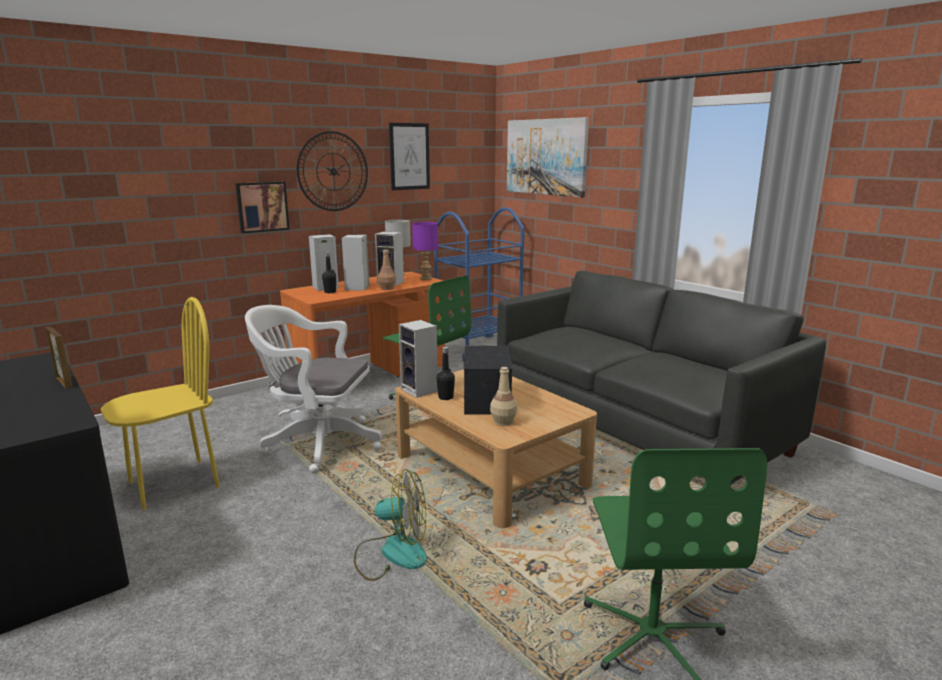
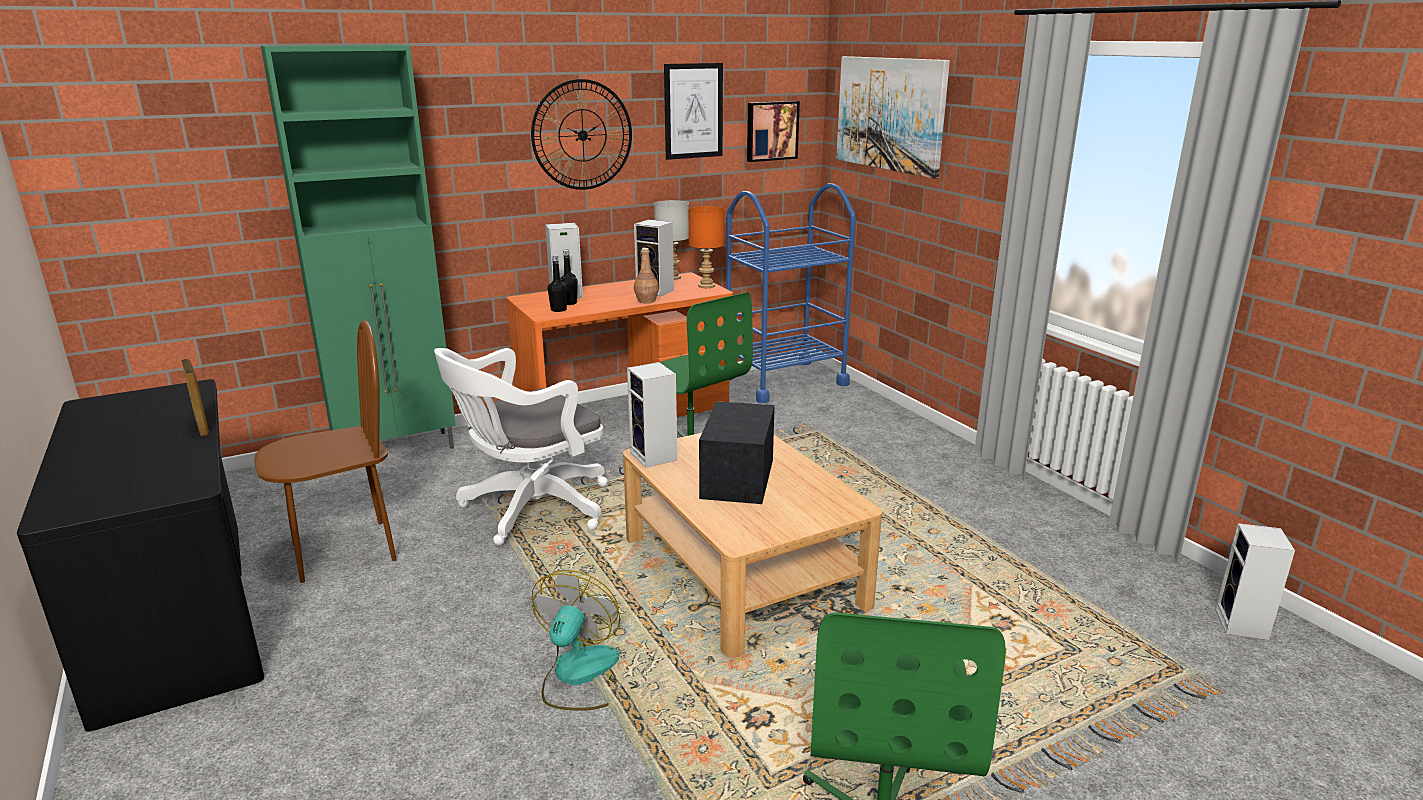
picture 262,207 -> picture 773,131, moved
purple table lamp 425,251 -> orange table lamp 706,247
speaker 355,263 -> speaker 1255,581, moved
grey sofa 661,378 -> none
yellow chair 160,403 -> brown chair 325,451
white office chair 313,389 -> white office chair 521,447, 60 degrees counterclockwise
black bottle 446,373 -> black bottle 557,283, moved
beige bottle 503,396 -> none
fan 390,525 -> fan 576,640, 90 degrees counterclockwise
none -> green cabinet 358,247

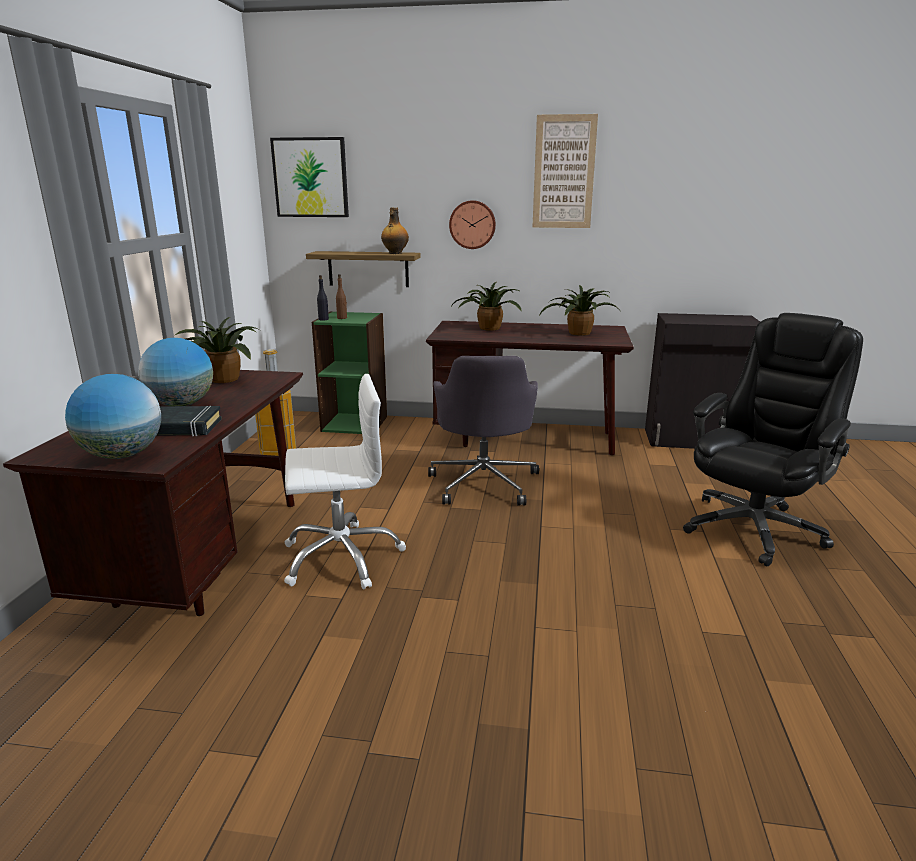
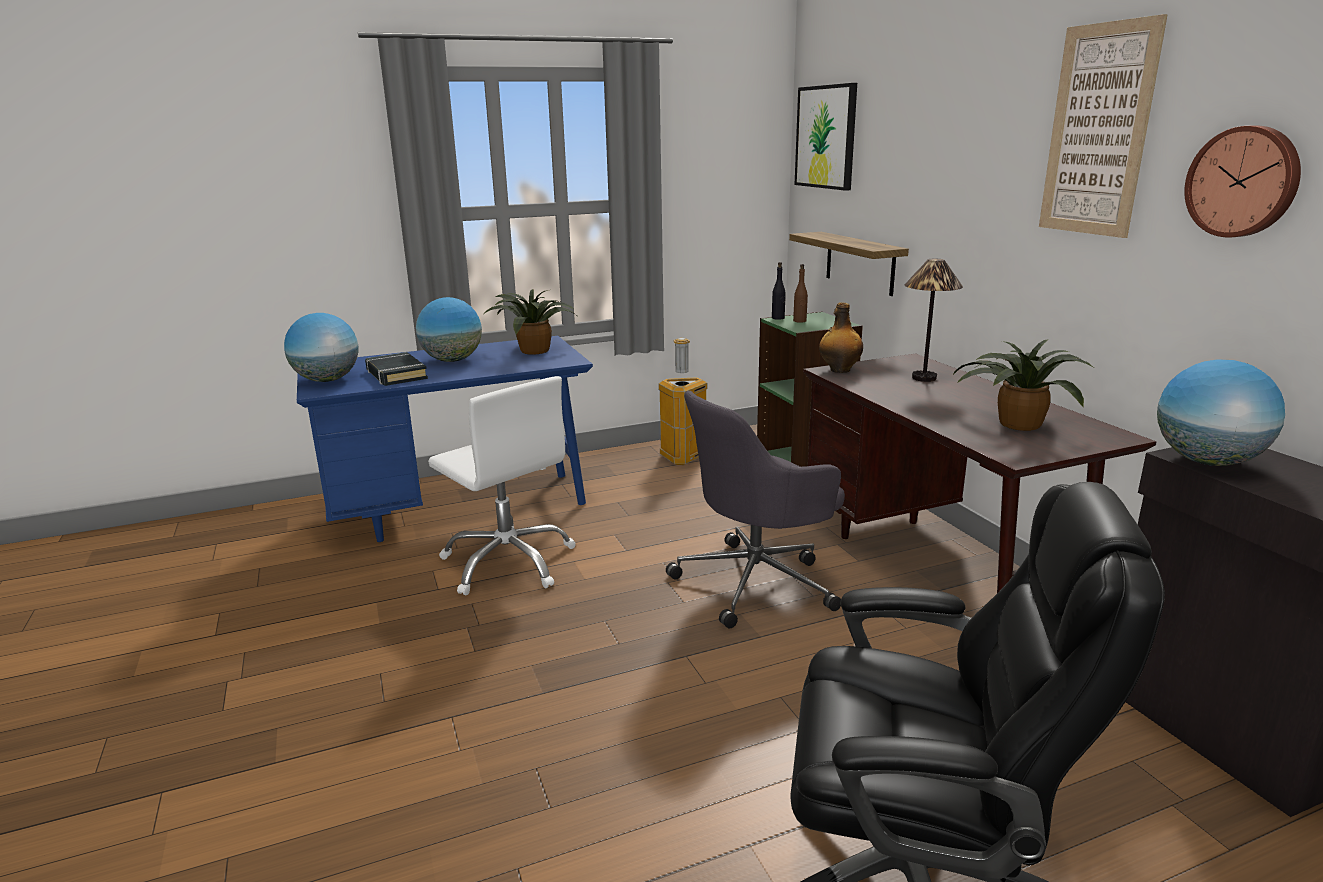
wall clock 472,224 -> wall clock 1242,181, moved
bottle 395,230 -> bottle 841,337, moved
potted plant 487,306 -> table lamp 933,320
brown desk 153,493 -> blue desk 445,439
none -> globe 1221,412

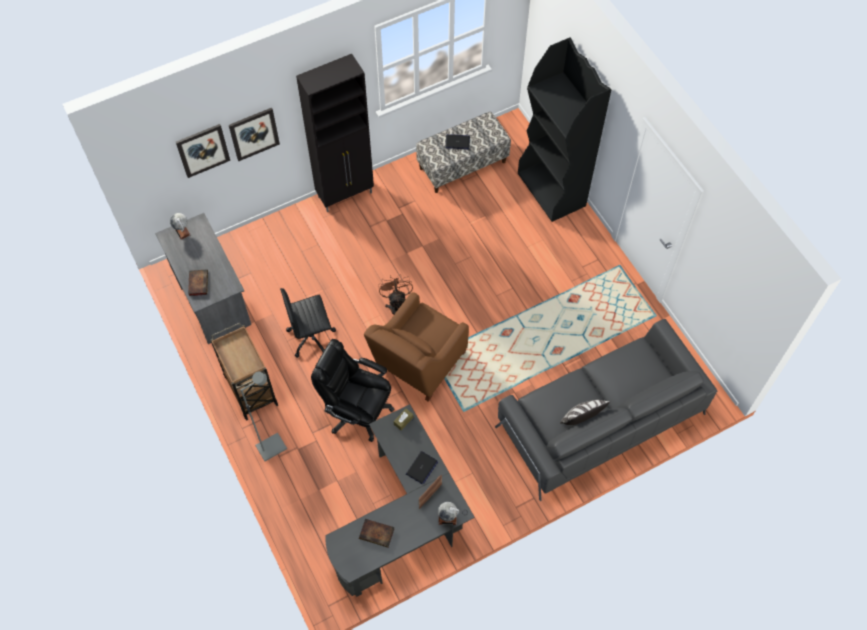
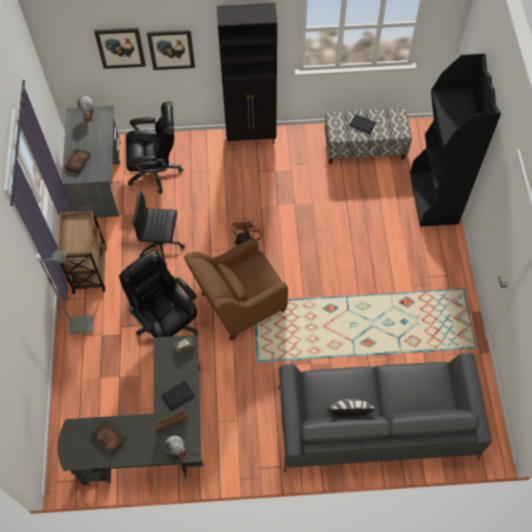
none -> black office chair 154,147

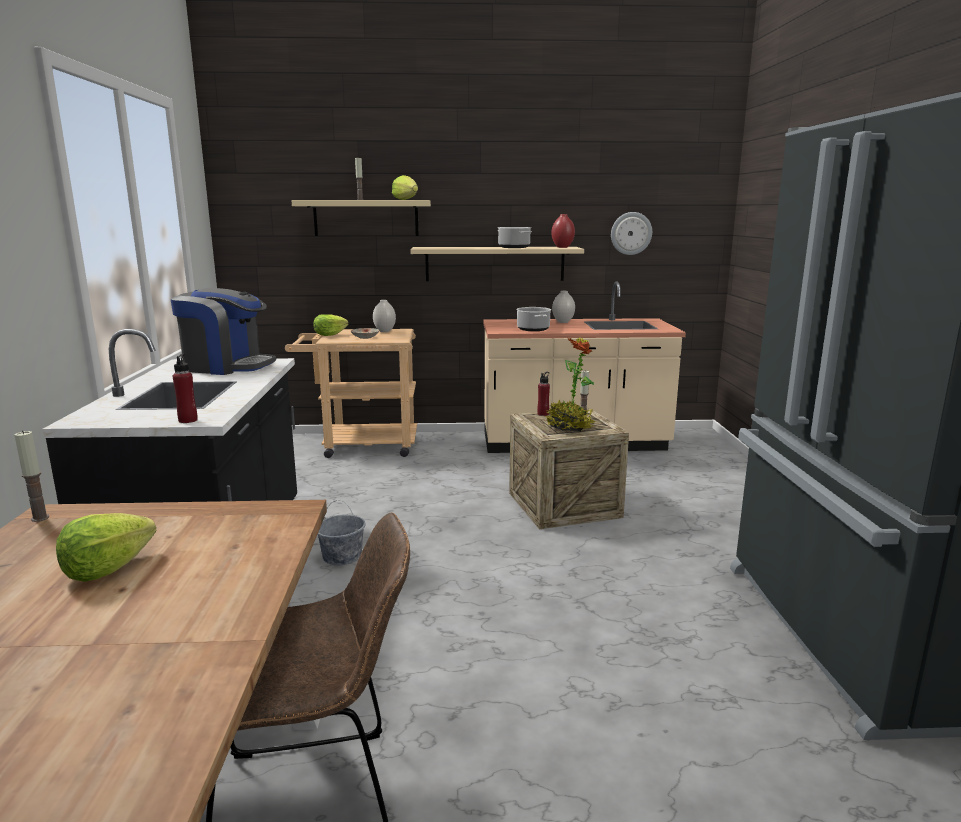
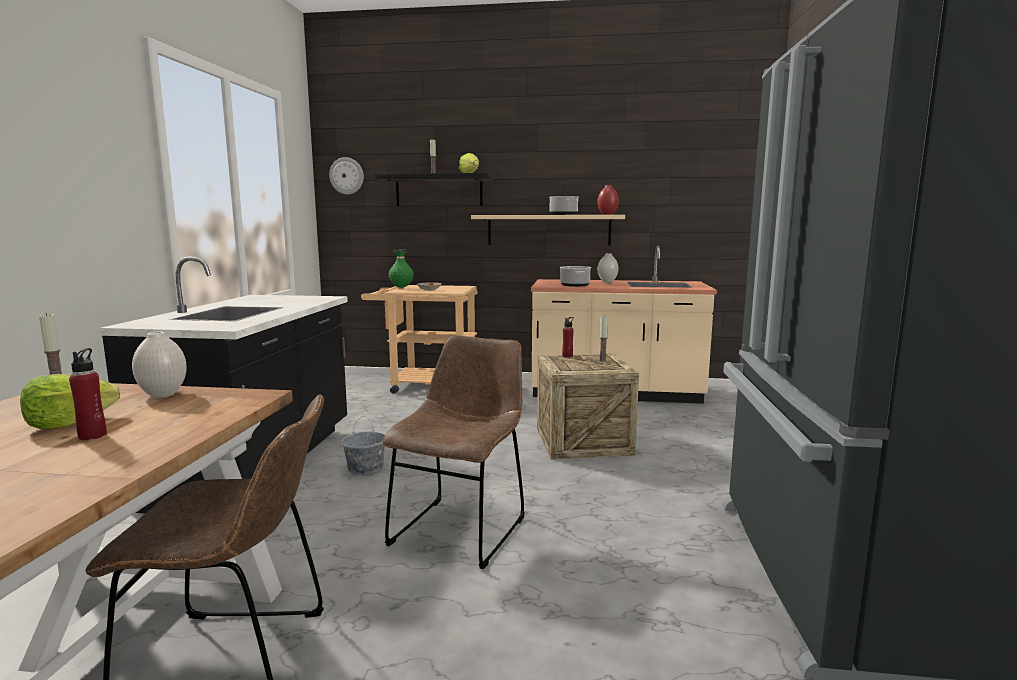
beige shelf 361,218 -> black shelf 433,189
wall clock 631,233 -> wall clock 346,176, moved
coffee machine 223,331 -> none
white vase 384,316 -> white vase 159,364, moved
lettuce 331,325 -> green vase 401,269
potted plant 570,384 -> none
red bottle 185,388 -> red bottle 88,394, moved
none -> brown chair 453,452

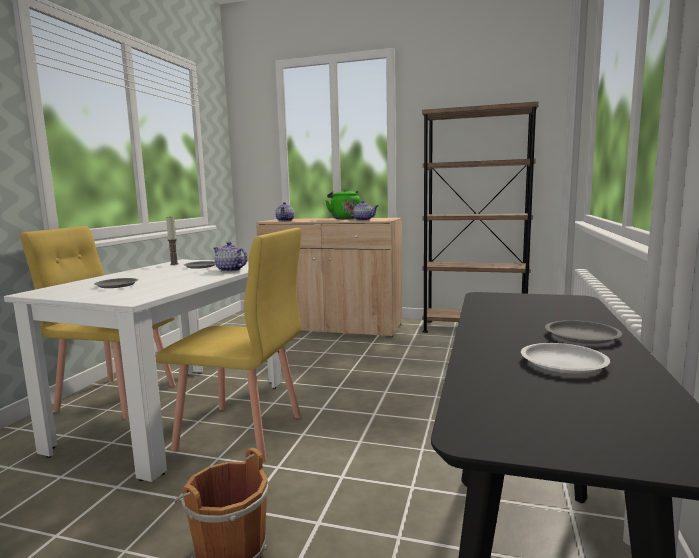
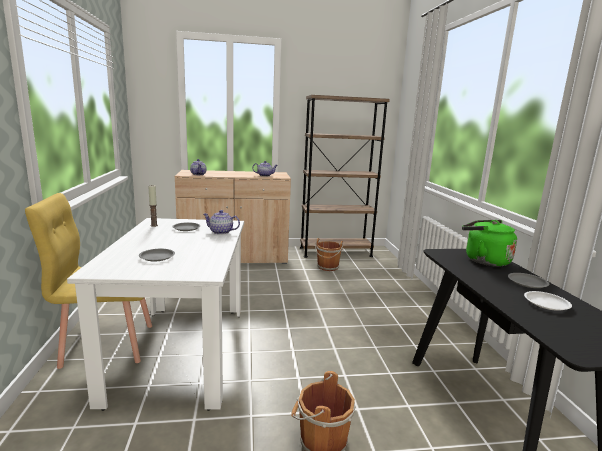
green kettle 343,204 -> green kettle 489,243, moved
yellow chair 228,345 -> none
none -> brown bucket 329,254

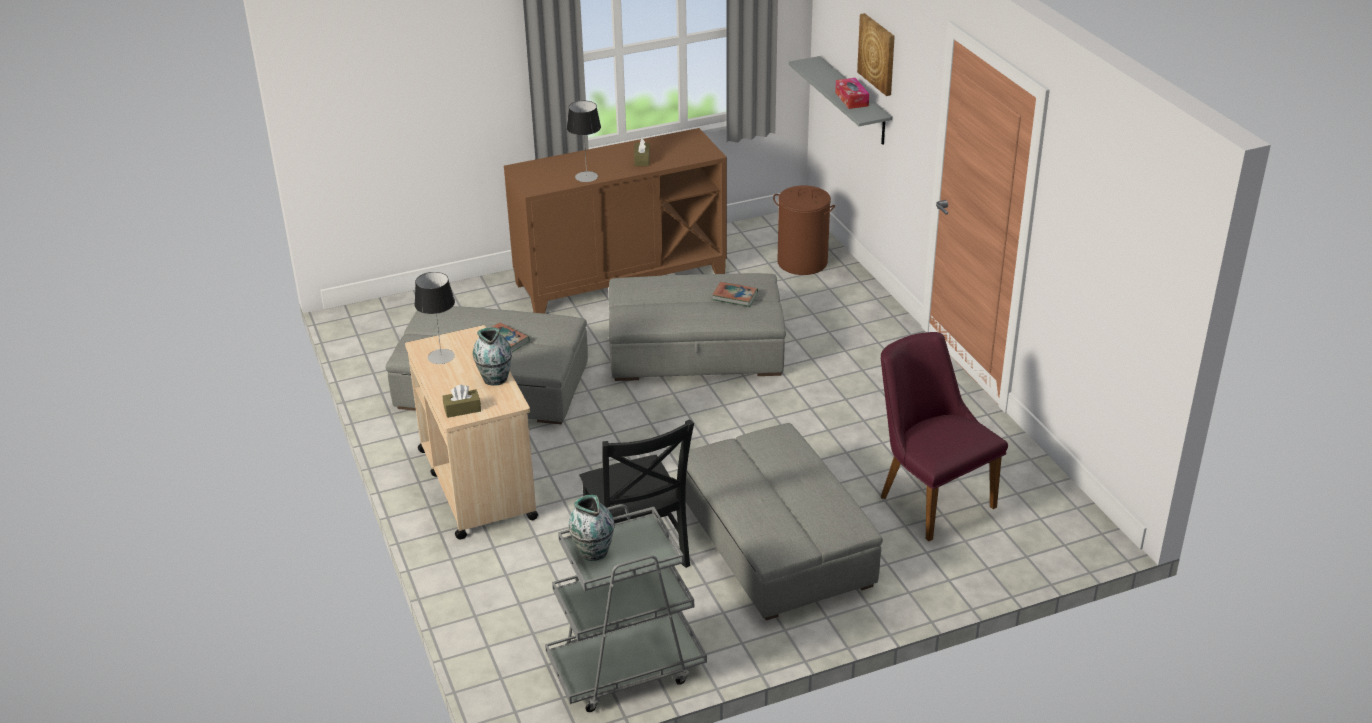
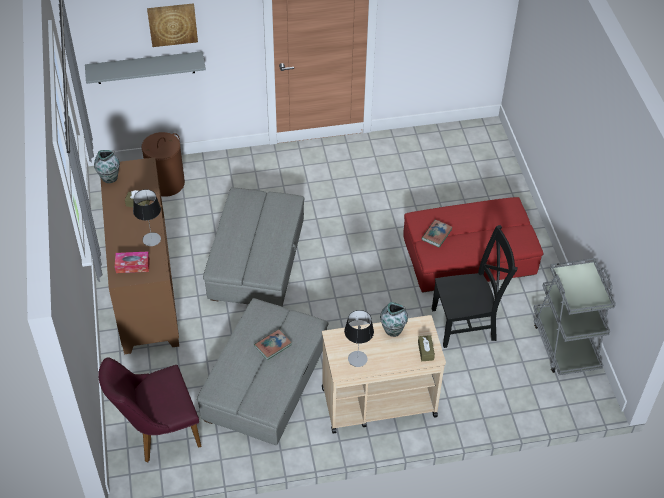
tissue box 852,93 -> tissue box 132,262, moved
book 735,294 -> book 437,234, moved
purple chair 944,436 -> purple chair 150,409, moved
grey ottoman 781,521 -> red ottoman 473,244
vase 591,528 -> vase 107,166, moved

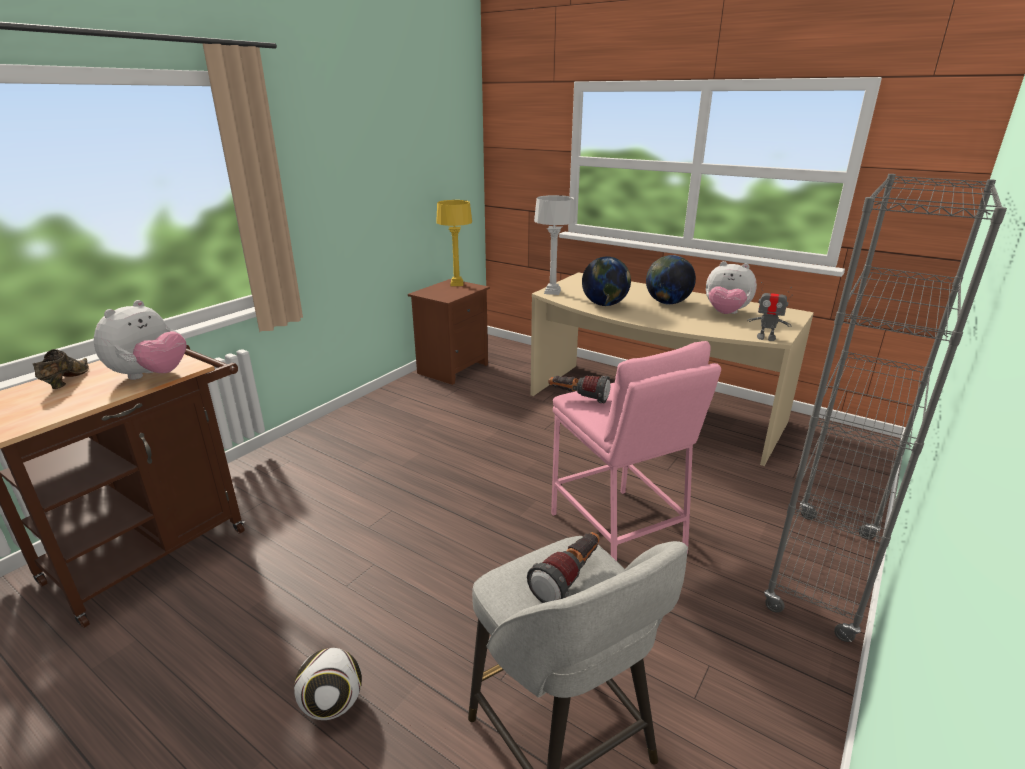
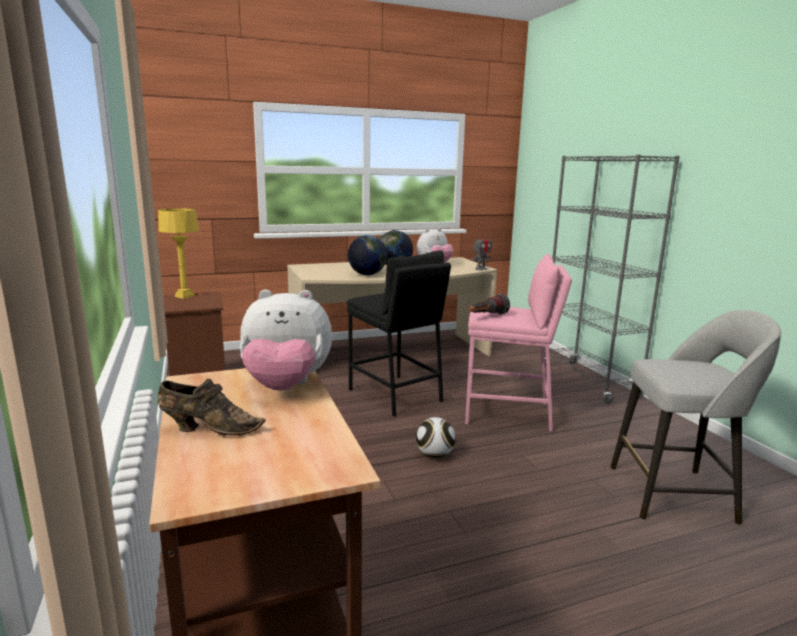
grey table lamp 555,245 -> none
plush toy 140,340 -> plush toy 286,340, 120 degrees clockwise
brown shoe 61,369 -> brown shoe 211,407, 150 degrees clockwise
flashlight 563,567 -> none
football 328,684 -> football 436,437, moved
none -> black stool 399,333

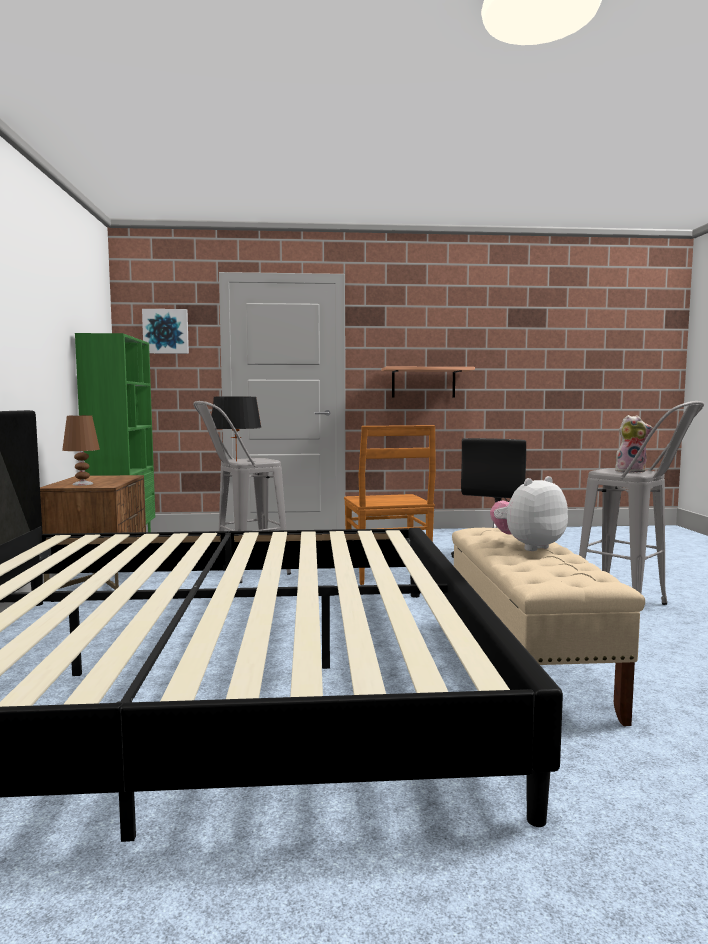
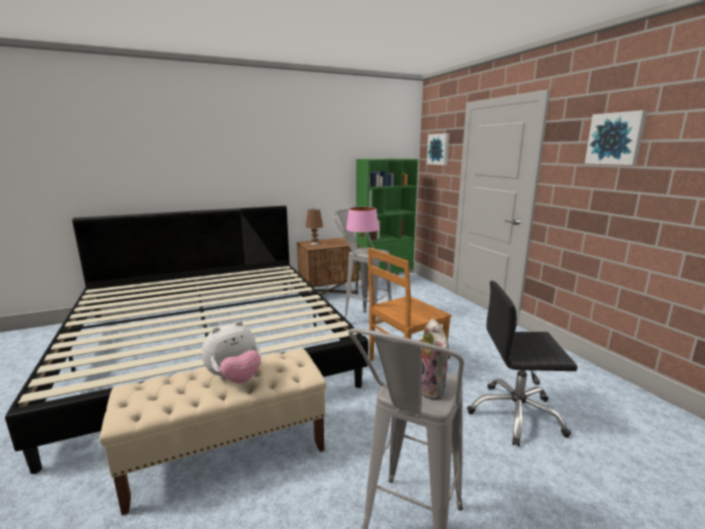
shelf 428,382 -> none
black table lamp 236,429 -> pink table lamp 362,228
plush toy 529,513 -> plush toy 231,352, 105 degrees clockwise
none -> picture 616,137

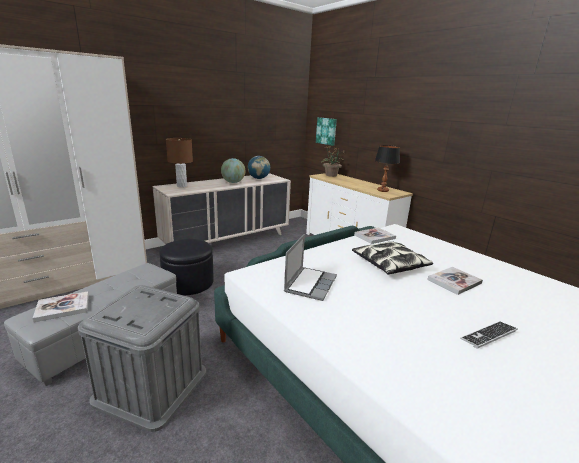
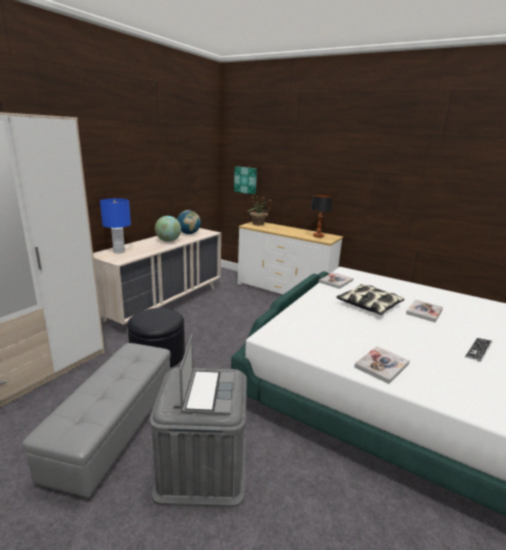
brown table lamp 179,163 -> blue table lamp 115,225
laptop 310,267 -> laptop 206,374, moved
book 61,306 -> book 382,365, moved

